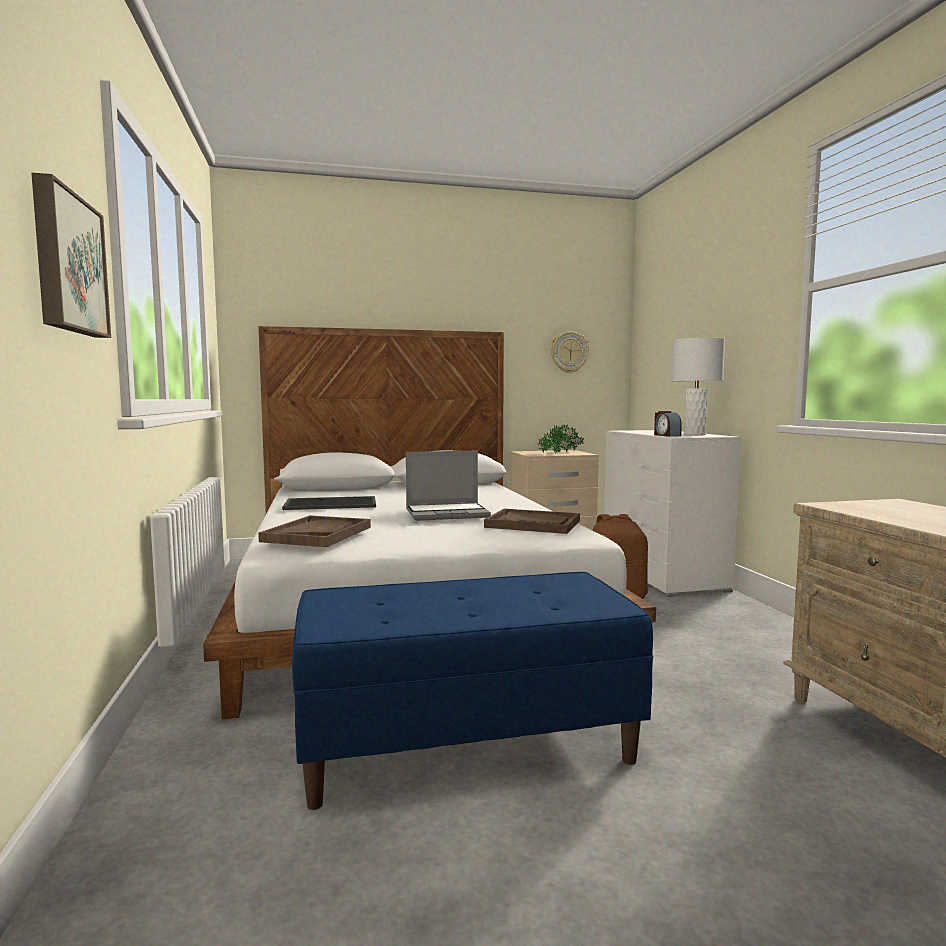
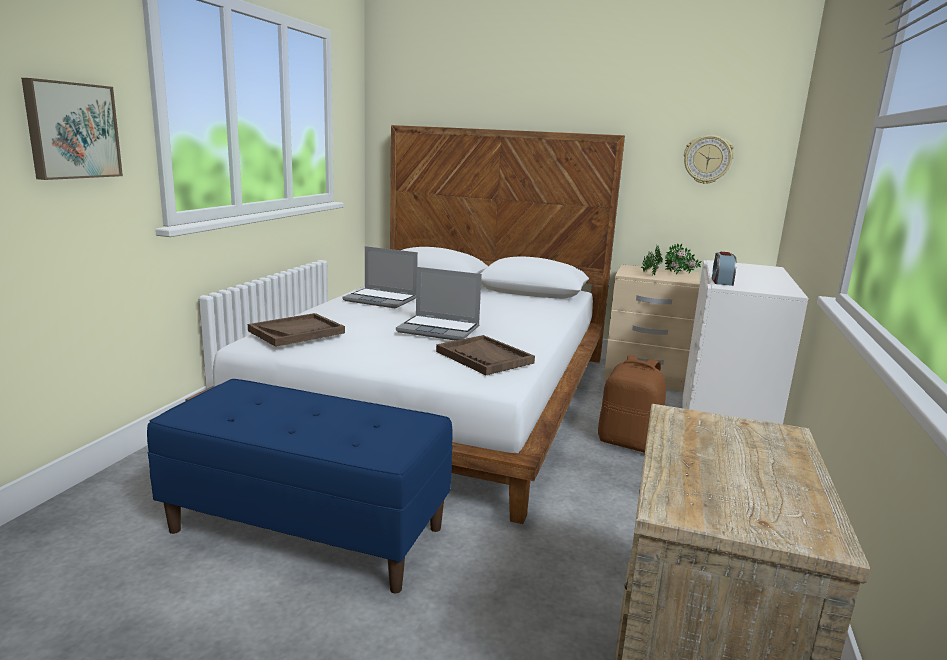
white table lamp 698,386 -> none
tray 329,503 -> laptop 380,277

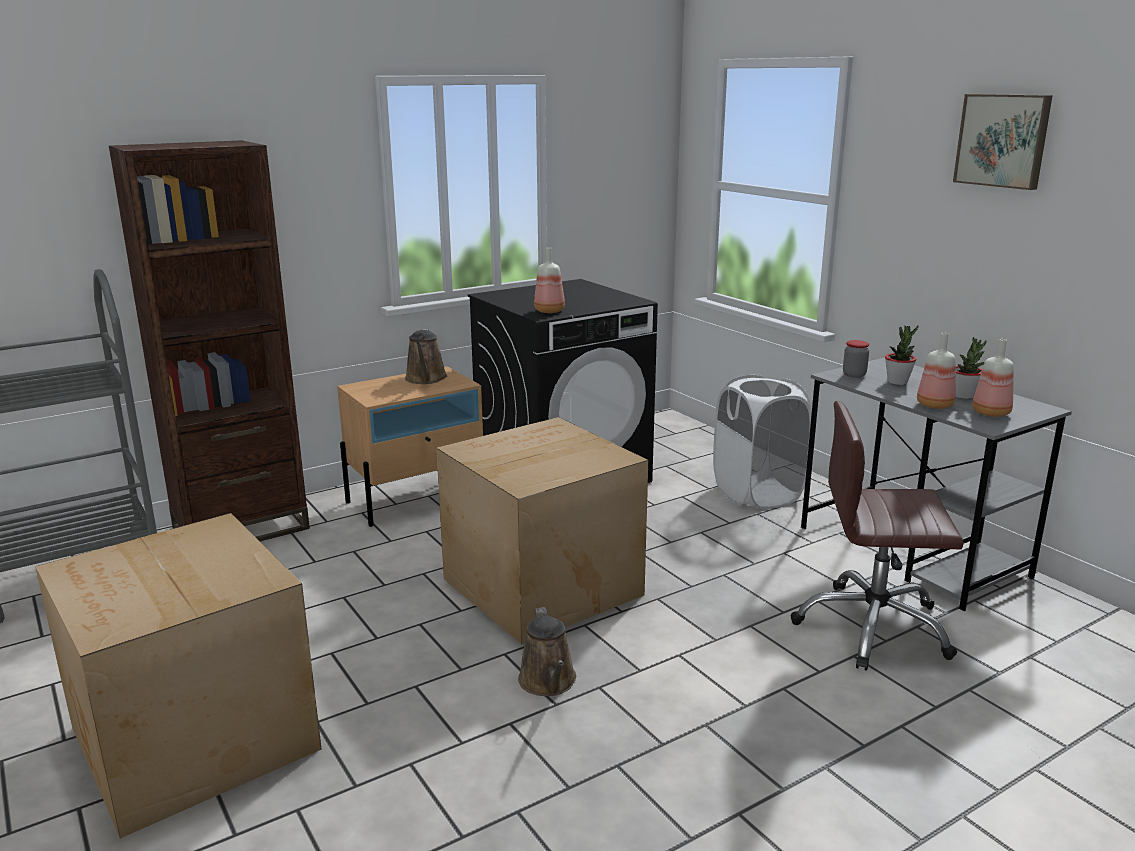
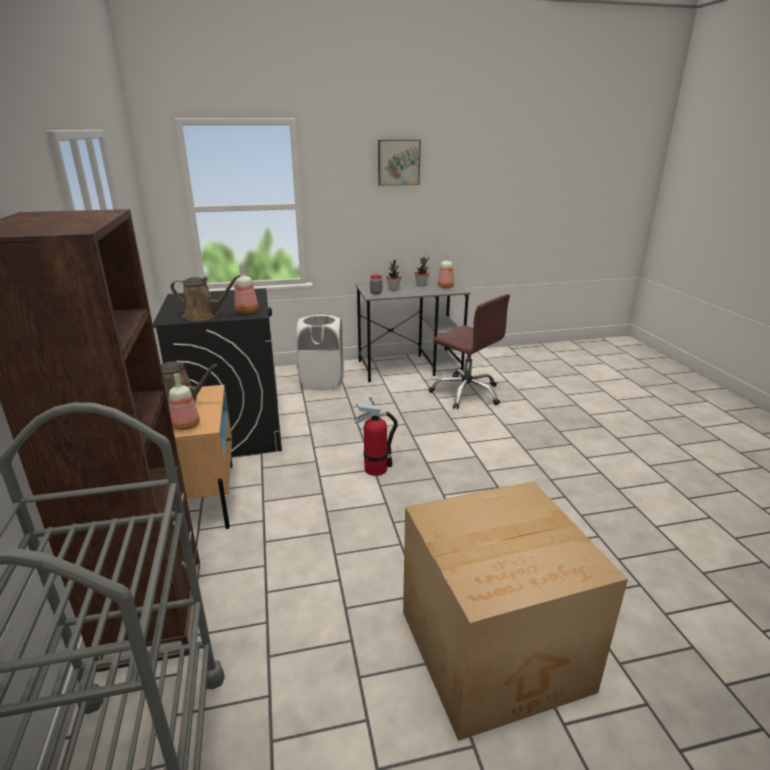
bottle 936,371 -> bottle 184,401, moved
brown office chair 877,536 -> brown office chair 469,351, 75 degrees counterclockwise
cardboard box 542,531 -> fire extinguisher 376,436
brown watering can 547,651 -> brown watering can 206,298, moved

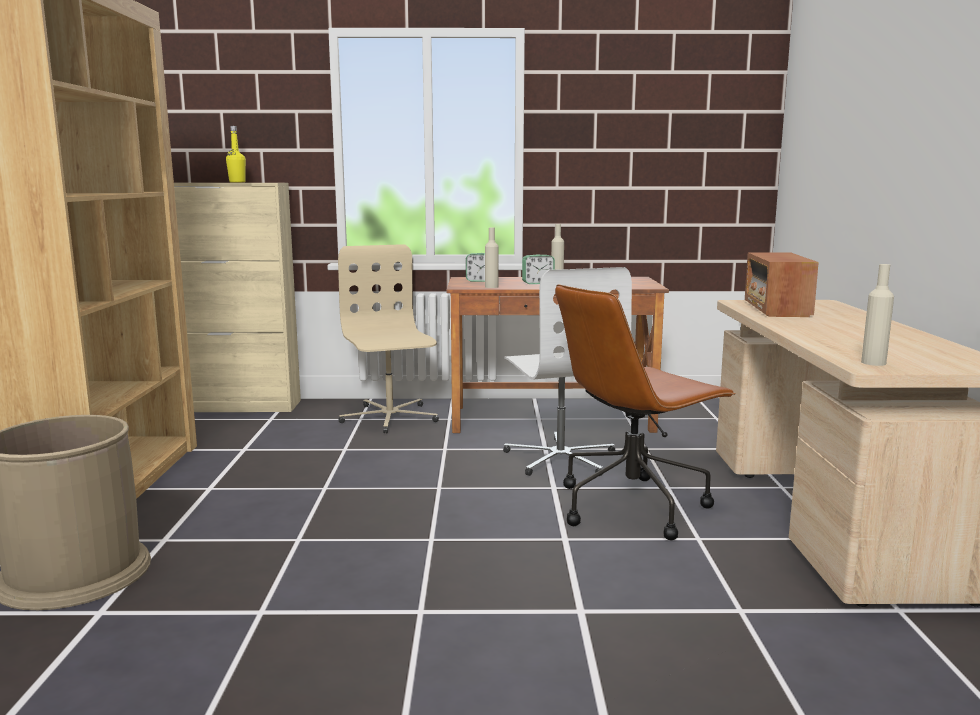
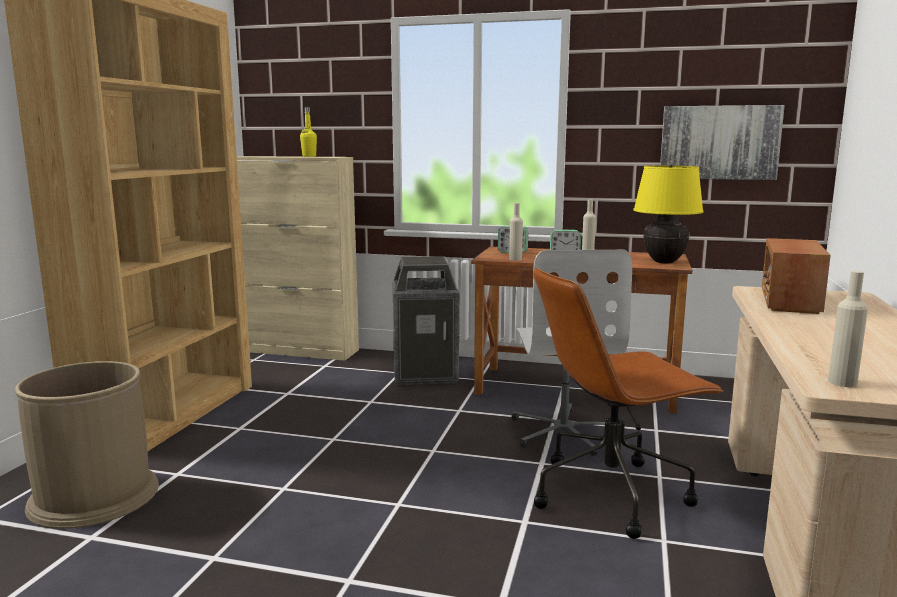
beige office chair 388,338 -> trash can 426,320
none -> picture 722,142
none -> yellow table lamp 668,214

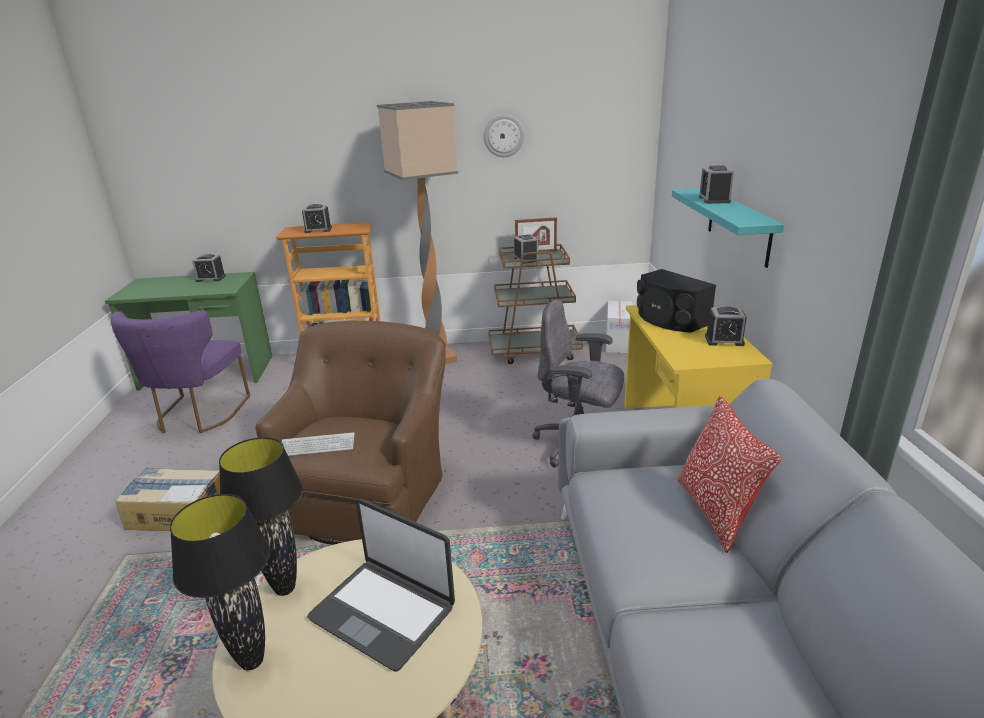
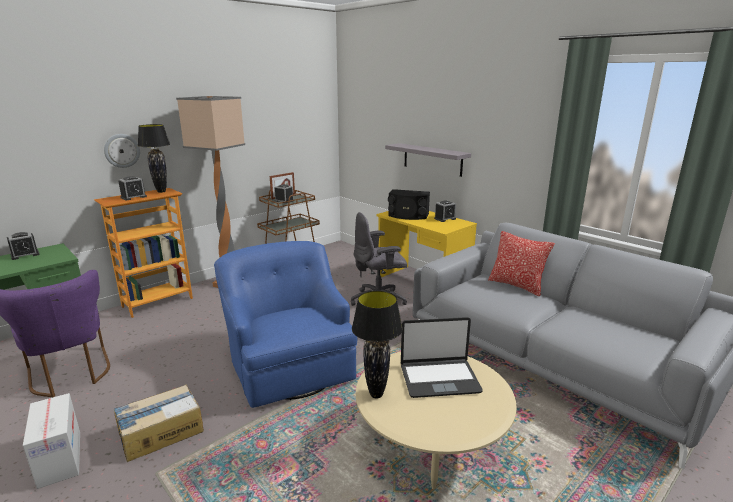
wall clock 504,135 -> wall clock 122,151, moved
alarm clock 716,184 -> none
turquoise shelf 728,228 -> grey shelf 428,160
cardboard box 619,327 -> cardboard box 51,441, moved
brown armchair 350,433 -> blue armchair 285,324
keyboard 318,444 -> none
black table lamp 220,582 -> black table lamp 154,158, moved

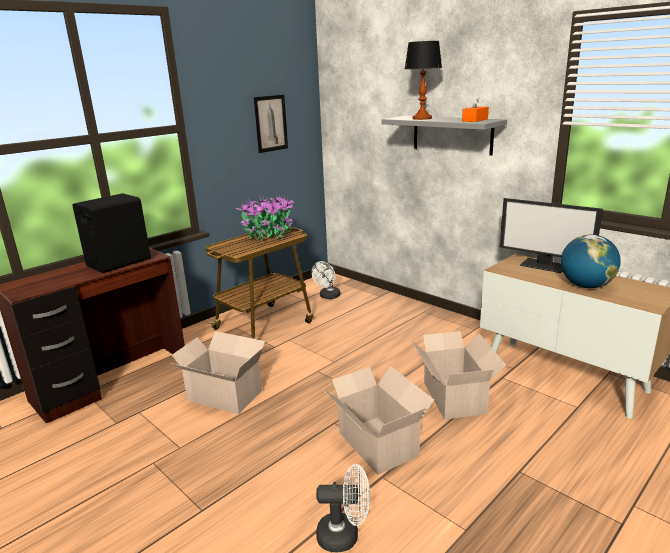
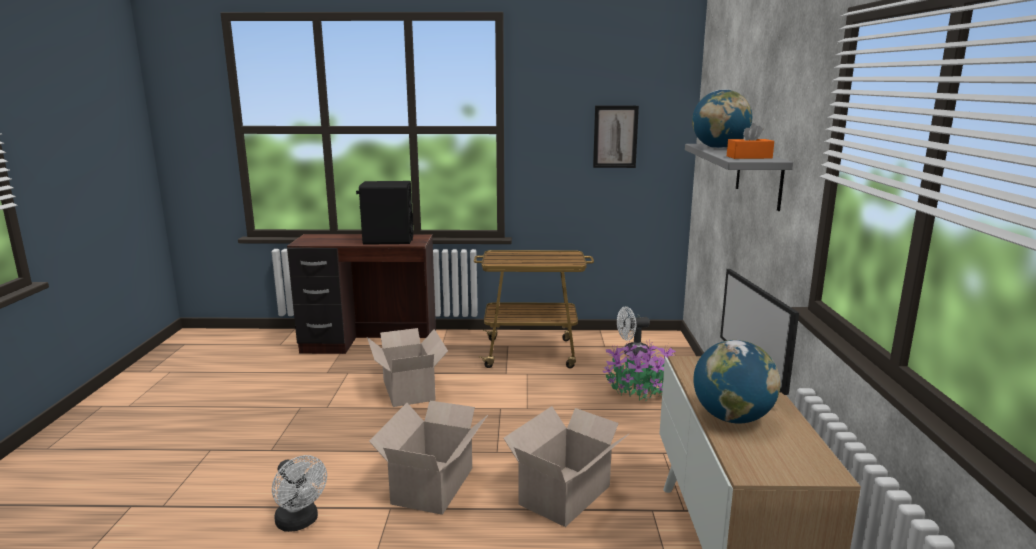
table lamp 423,80 -> globe 722,119
potted plant 265,218 -> potted plant 639,371, moved

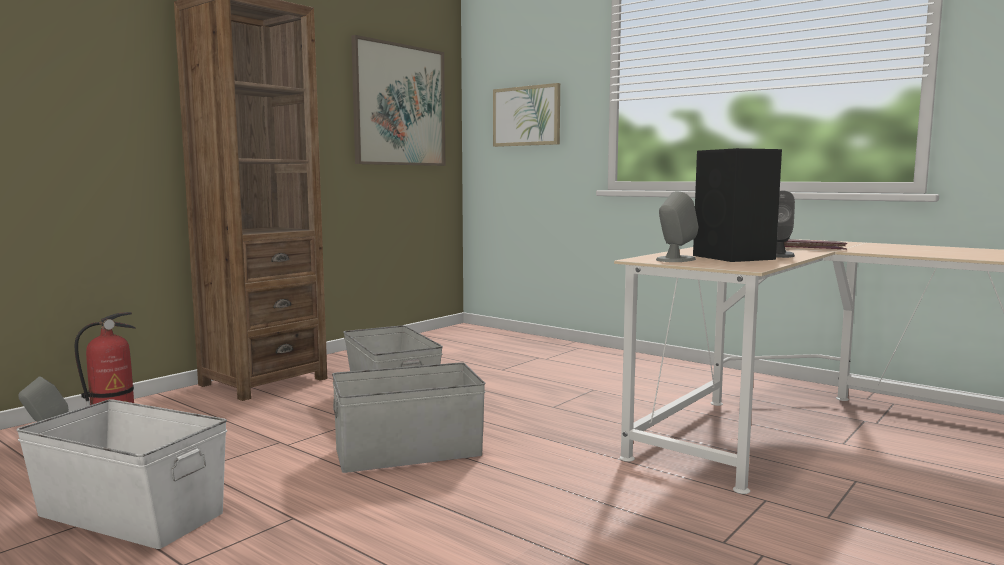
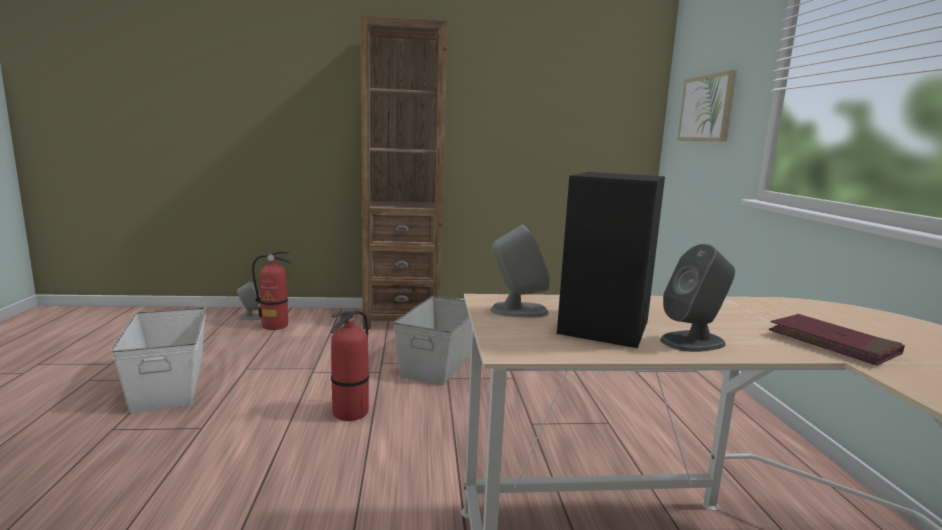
picture 398,100 -> none
grey storage box 408,417 -> fire extinguisher 349,365

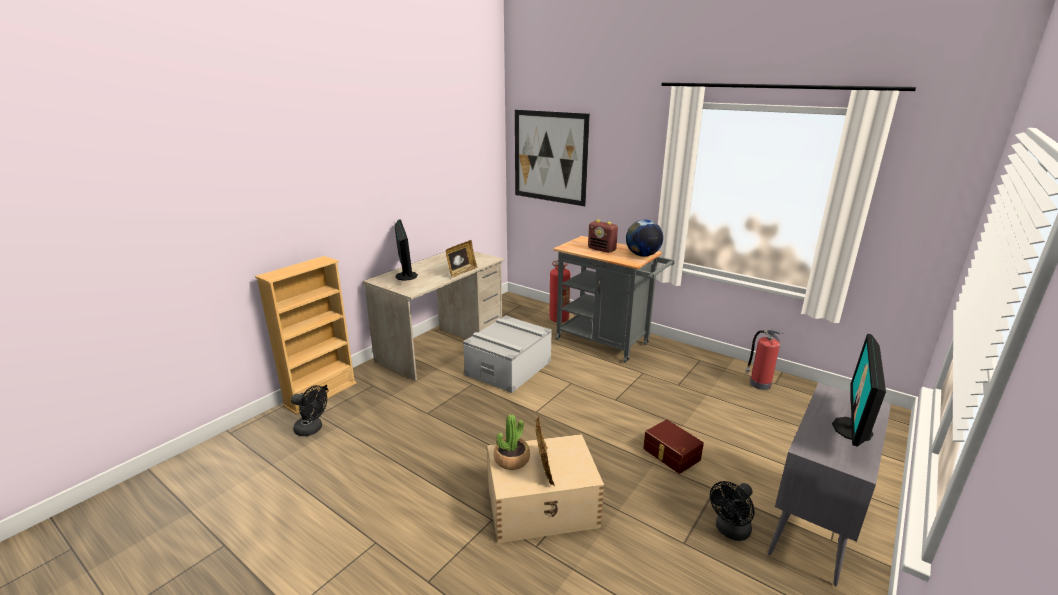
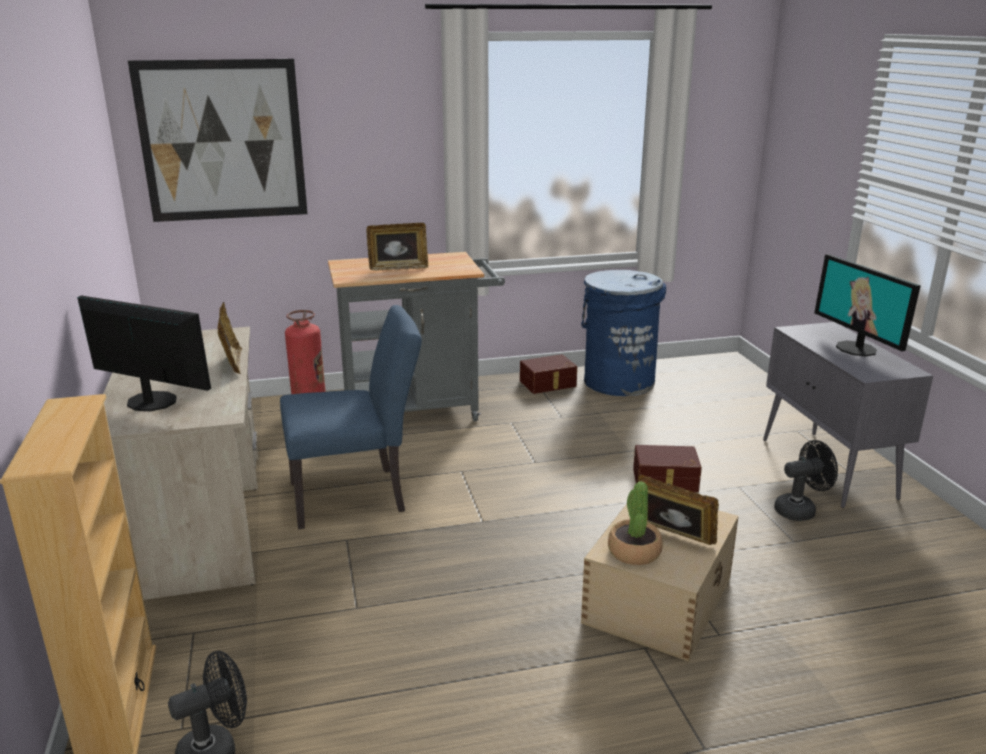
globe 644,238 -> none
radio 603,236 -> picture frame 397,247
grey storage box 507,354 -> blue chair 351,417
fire extinguisher 764,360 -> blue trash can 623,333
black fan 732,511 -> black fan 806,480, 105 degrees counterclockwise
none -> brown storage box 548,374

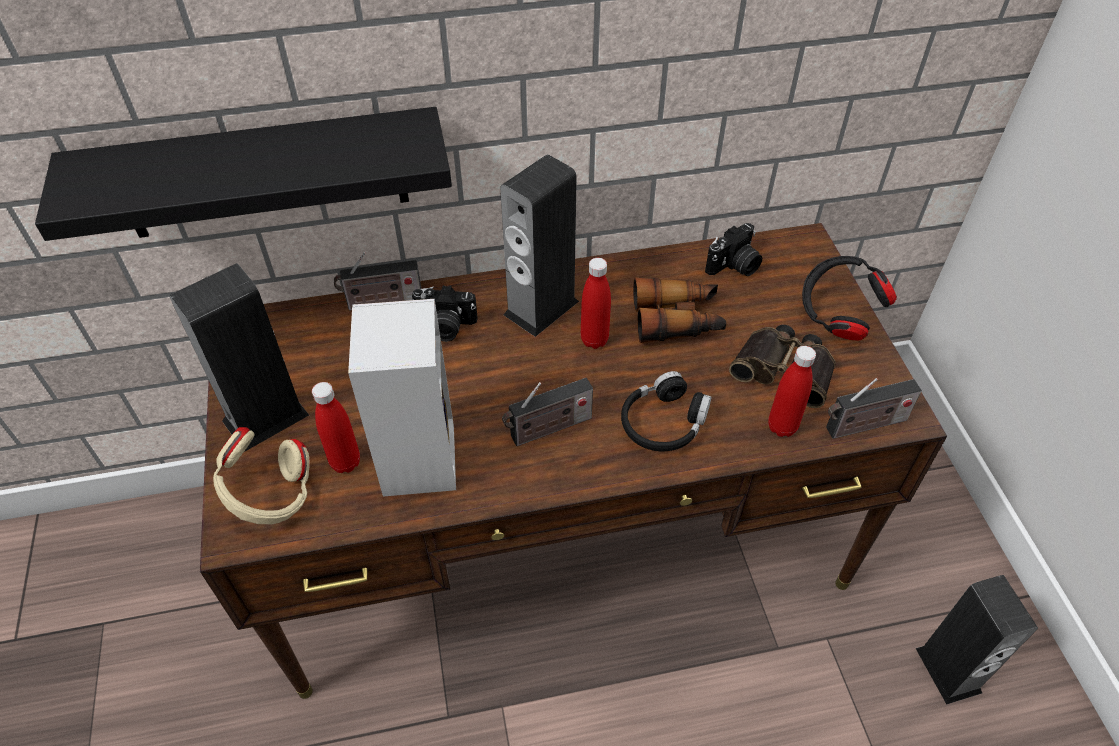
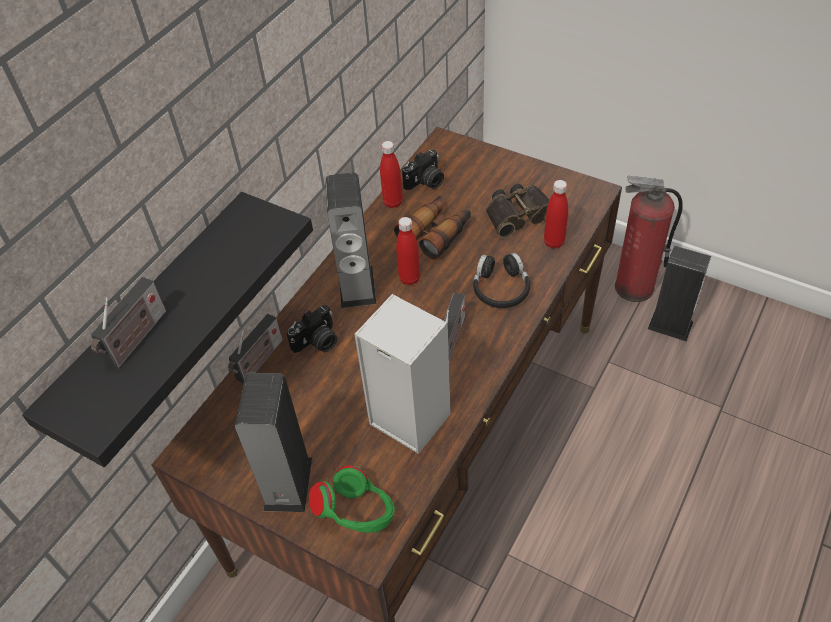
photo camera 733,249 -> photo camera 423,170, 45 degrees clockwise
black headphones 849,298 -> none
radio 874,408 -> radio 128,322, moved
red bottle 336,427 -> red bottle 391,174, moved
beige headphones 261,475 -> green headphones 352,499
none -> fire extinguisher 649,239

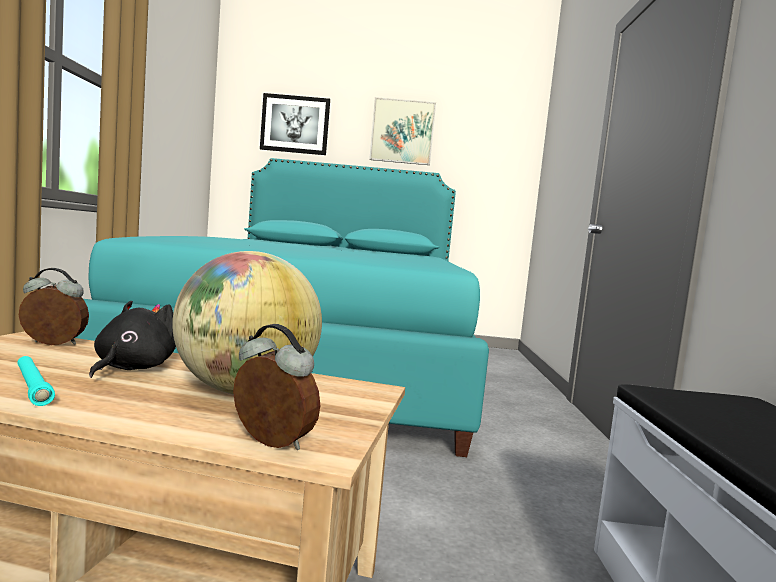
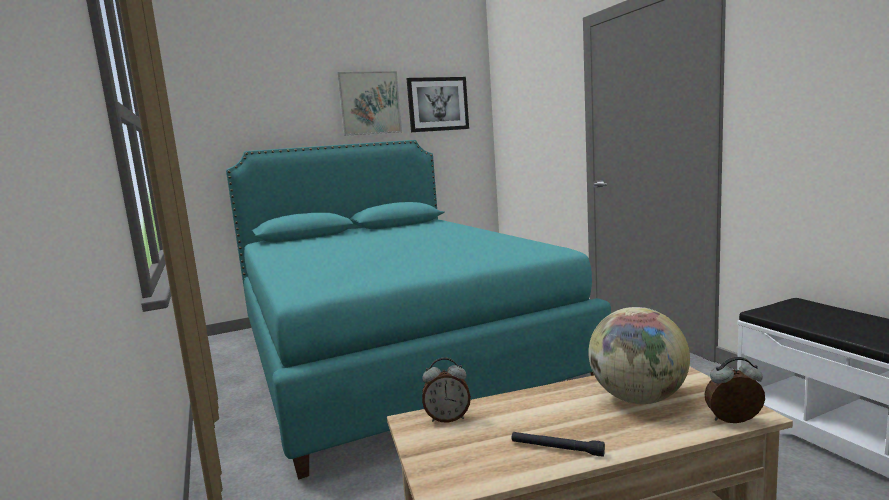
picture 295,124 -> picture 437,104, moved
alarm clock 54,306 -> alarm clock 446,390, 150 degrees counterclockwise
black plush toy 132,339 -> none
turquoise flashlight 36,381 -> black flashlight 558,444

